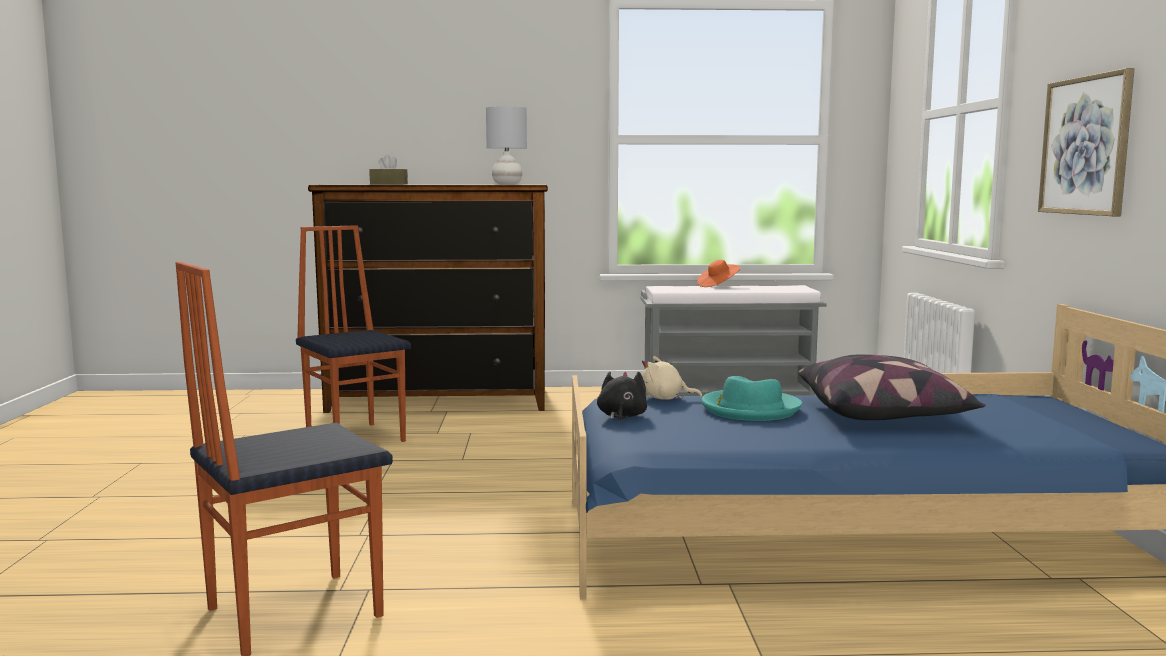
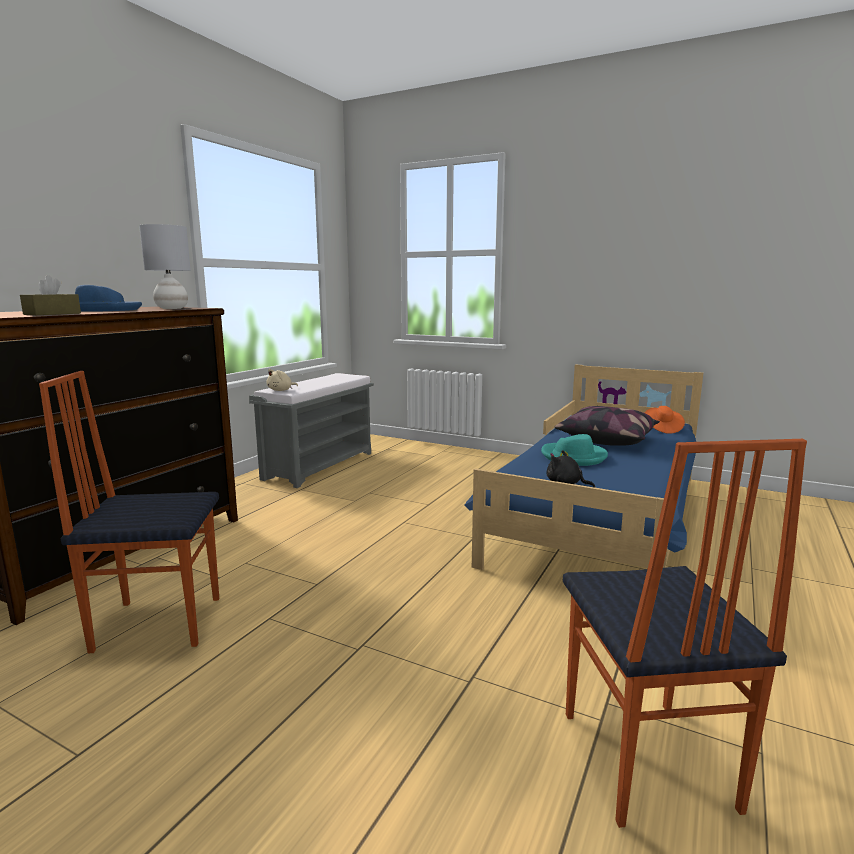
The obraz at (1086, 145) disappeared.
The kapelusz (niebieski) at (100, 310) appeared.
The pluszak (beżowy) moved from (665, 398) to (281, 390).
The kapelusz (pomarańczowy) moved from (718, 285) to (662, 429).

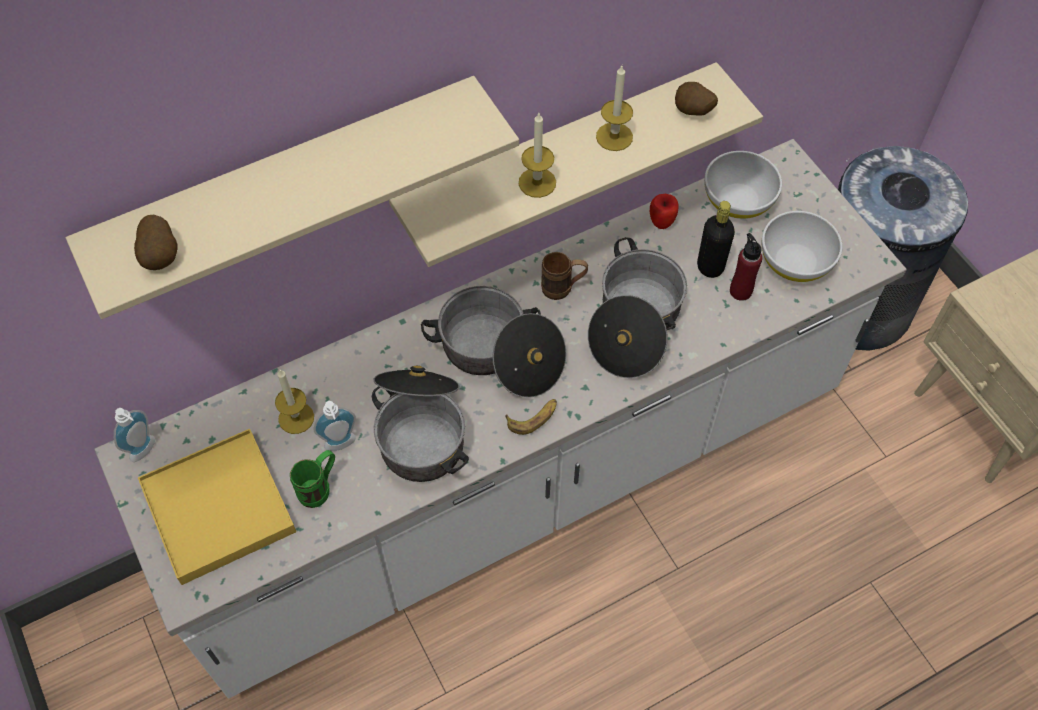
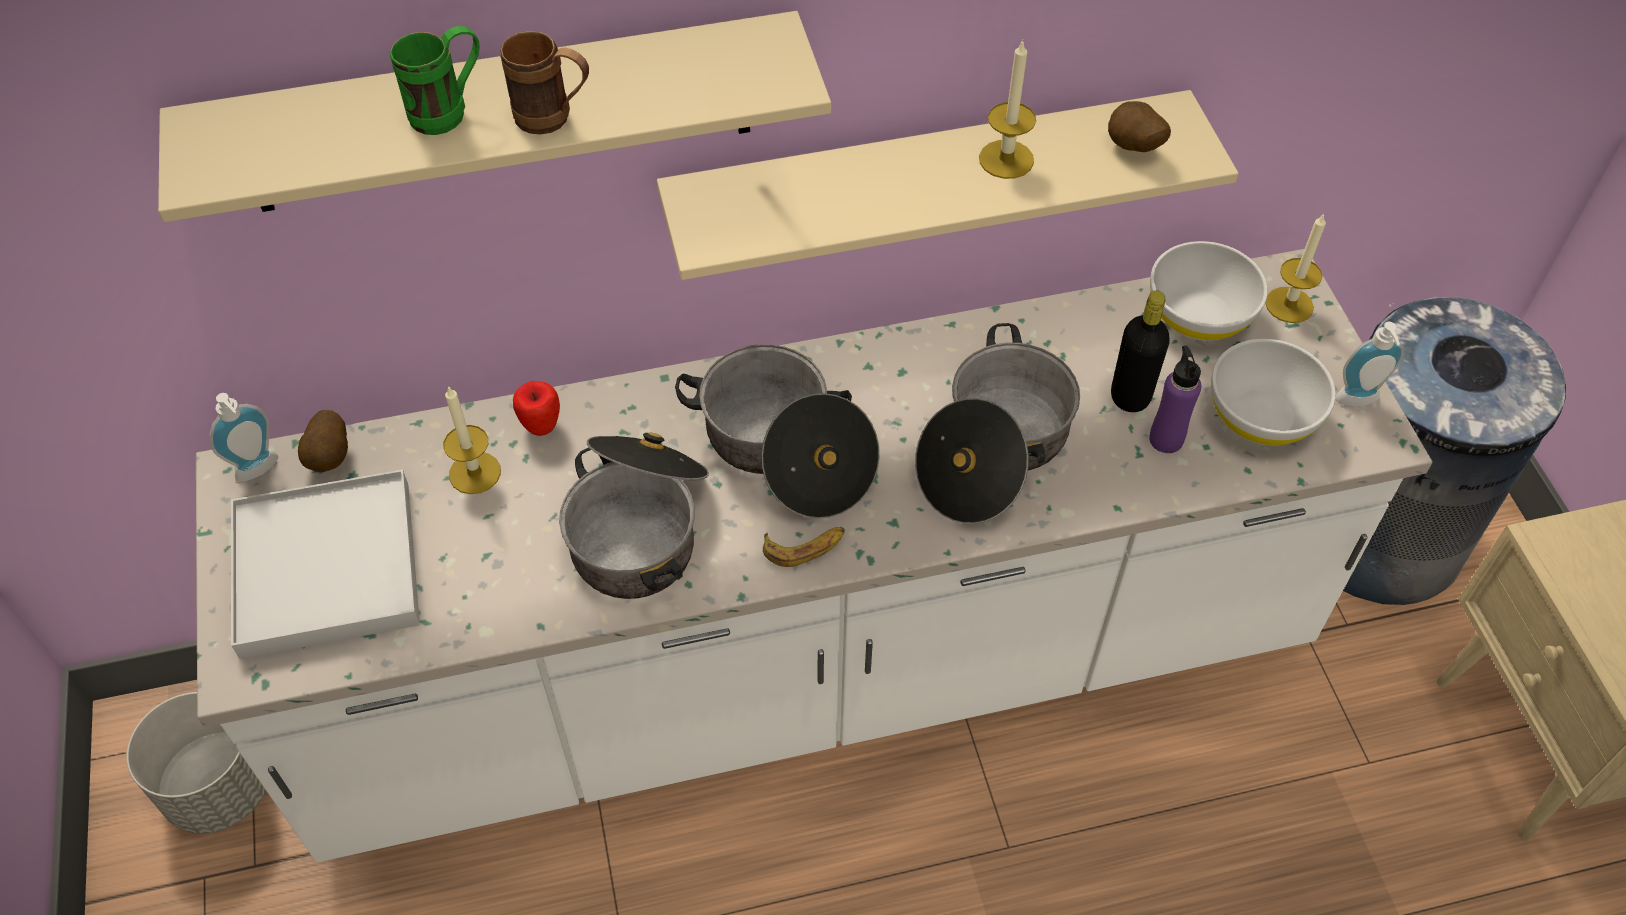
The donica (szary) at (219, 787) appeared.
The ziemniak moved from (161, 256) to (331, 457).
The kubek (zielony) moved from (320, 488) to (450, 112).
The dozownik mydła moved from (341, 445) to (1358, 402).
The świeca moved from (537, 182) to (1289, 305).
The kubek (brązowy) moved from (563, 289) to (554, 120).
The jabłko moved from (661, 223) to (541, 426).
The taca (żółty) at (219, 508) became the taca (biały) at (328, 568).
The butelka (czerwony) at (740, 291) became the butelka (fioletowy) at (1166, 439).

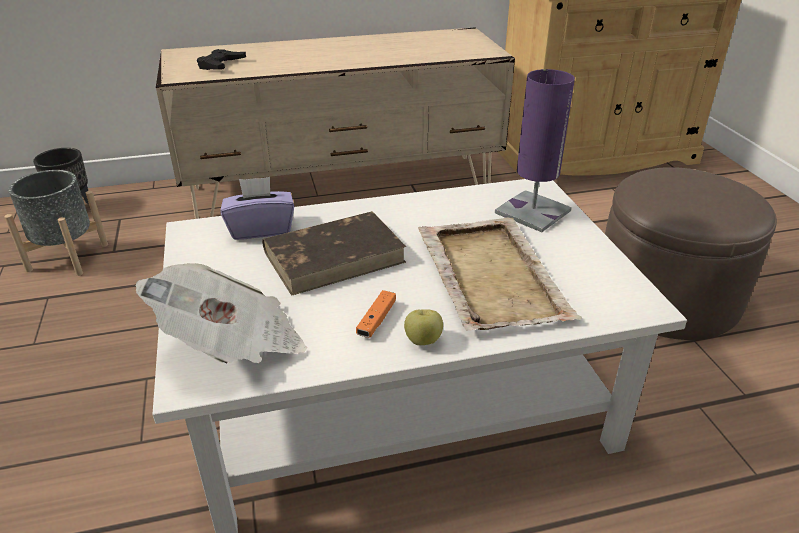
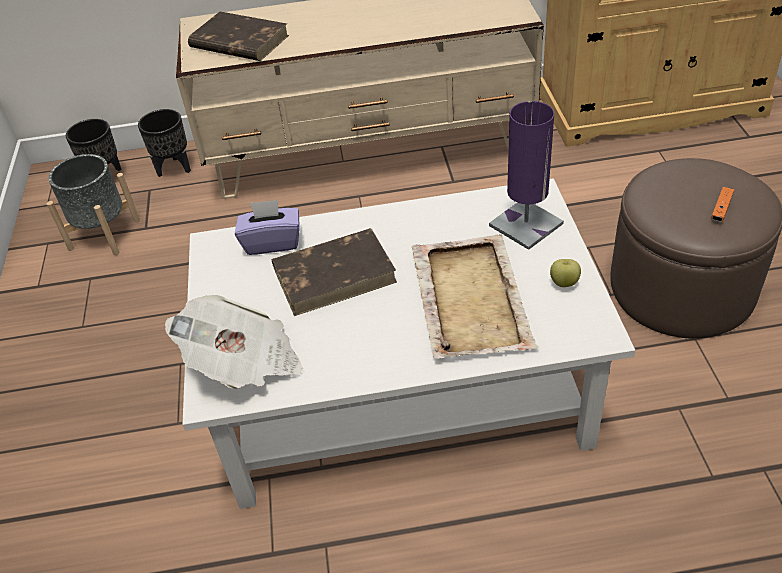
The donica (czarny) at (173, 168) appeared.
The pad do gier (pomarańczowy) moved from (376, 320) to (721, 209).
The jabłko moved from (423, 341) to (564, 283).
The pad do gier (czarny) at (221, 65) was replaced by the książka (brązowy) at (238, 42).

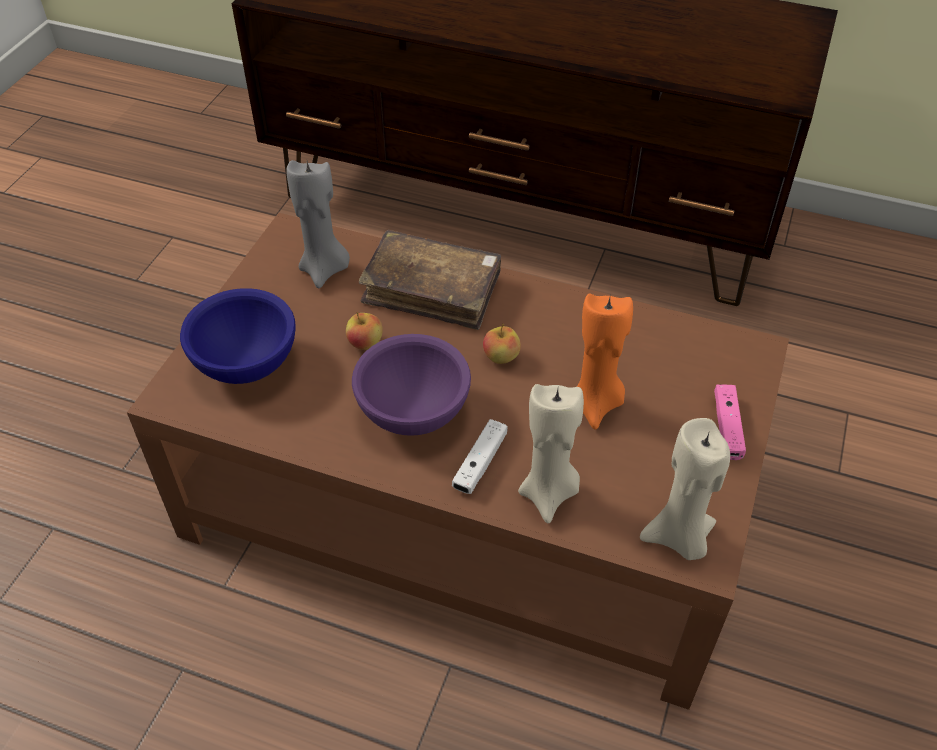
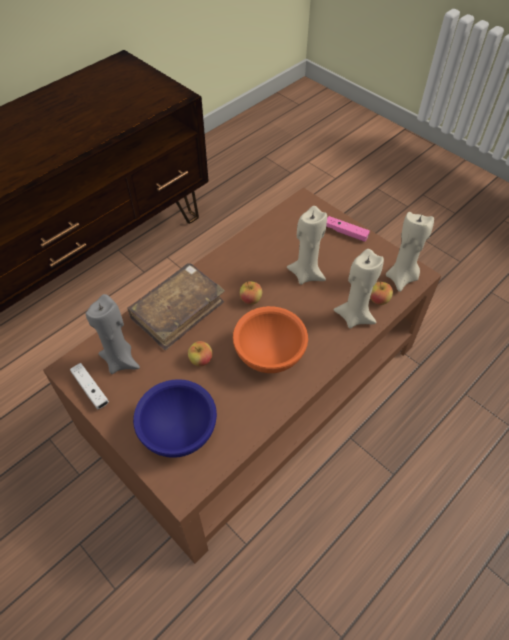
The jabłko at (378, 300) appeared.
The pad do gier (biały) moved from (480, 463) to (91, 389).
The miska (fioletowy) at (414, 414) became the miska (pomarańczowy) at (270, 355).
The świeca (pomarańczowy) at (596, 404) became the świeca (beżowy) at (306, 274).

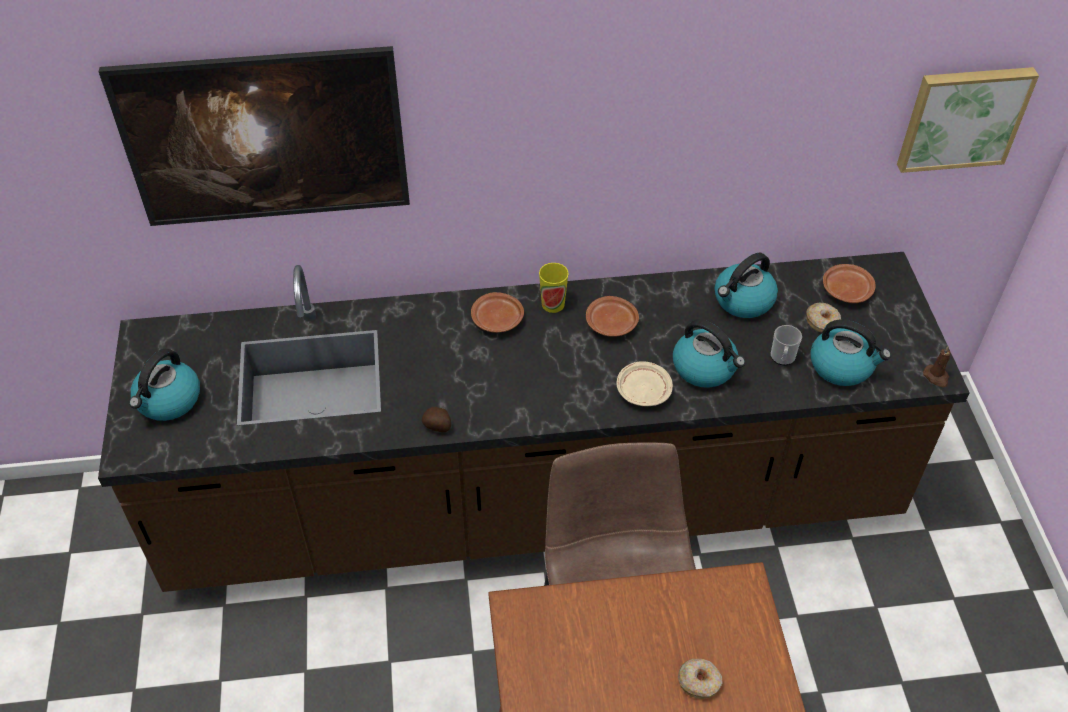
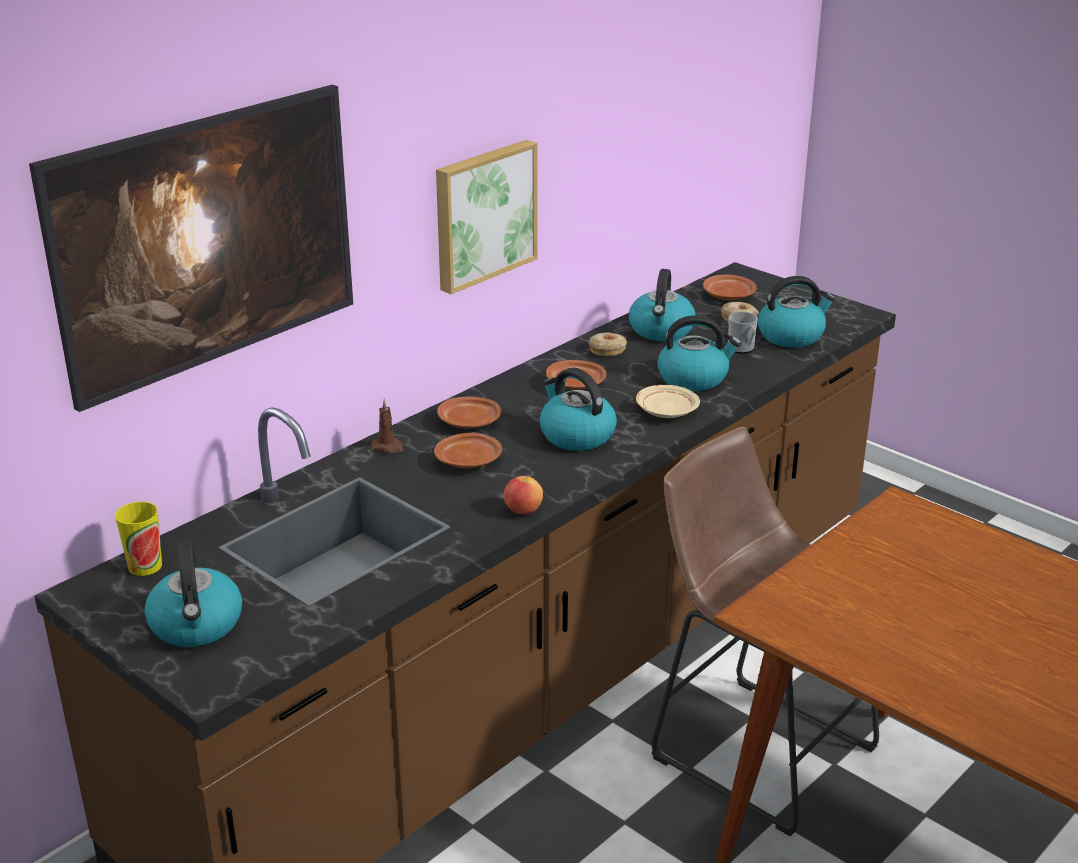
The talerz (brązowy) at (469, 461) appeared.
The czajnik at (576, 435) appeared.
The filiżanka moved from (553, 304) to (145, 566).
The donut moved from (699, 682) to (607, 350).
The obraz moved from (962, 117) to (483, 214).
The świeca (brązowy) moved from (936, 377) to (388, 447).
The ziemniak at (438, 426) was replaced by the jabłko at (523, 511).

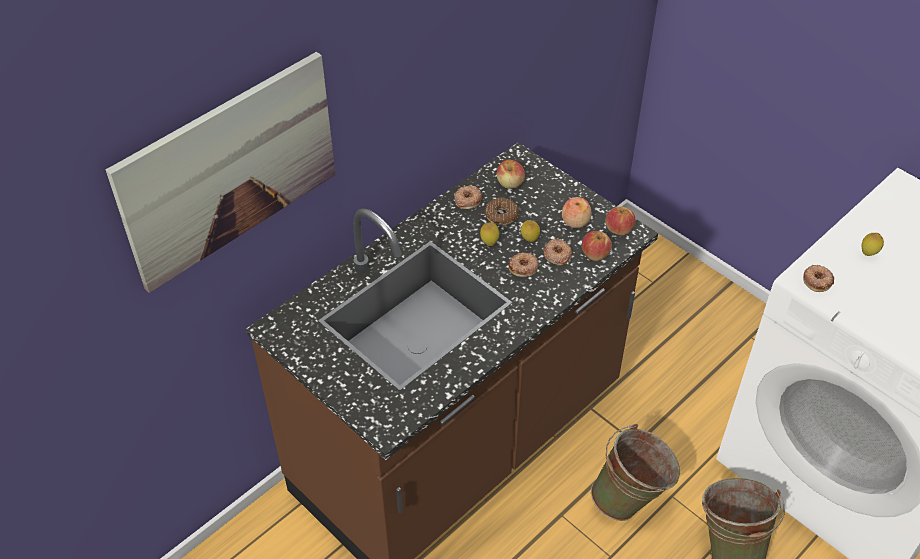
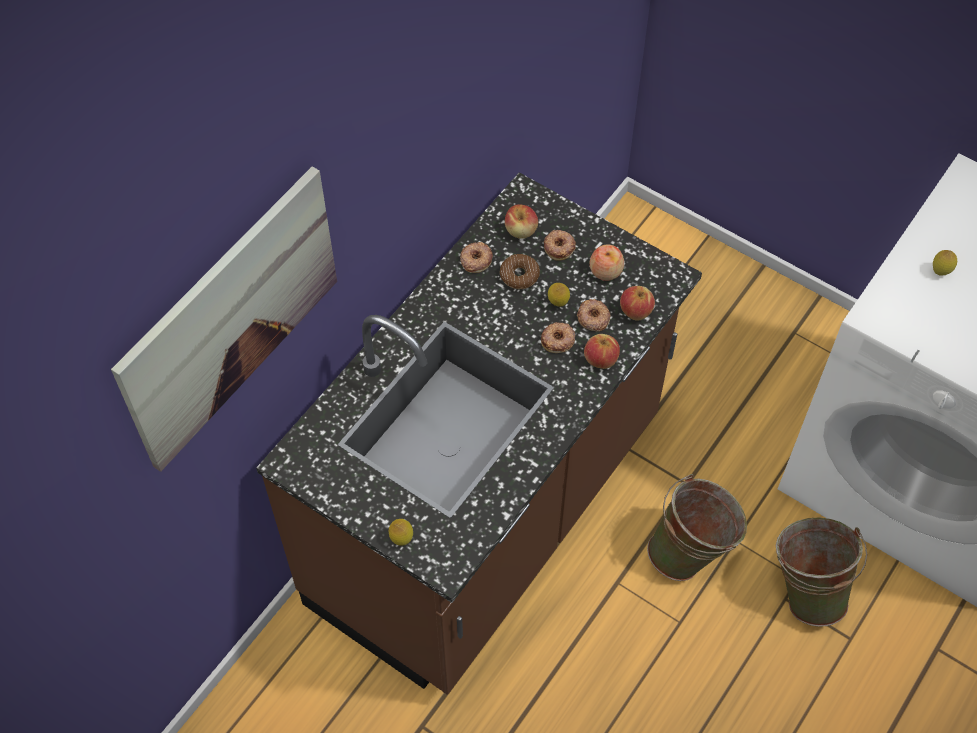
The cytryna moved from (489, 243) to (401, 539).
The jabłko moved from (618, 229) to (600, 359).
The donut moved from (817, 280) to (559, 247).

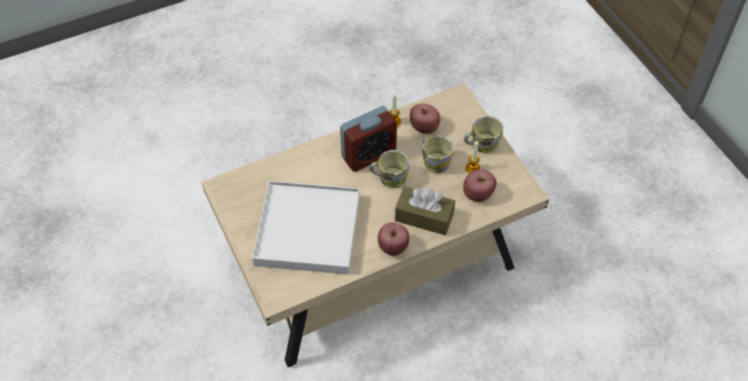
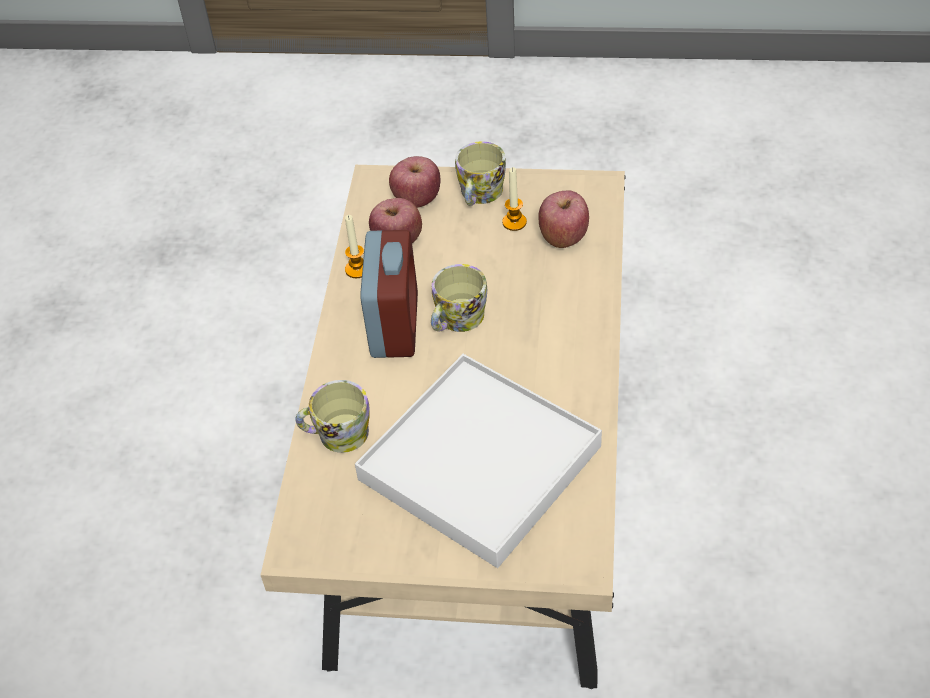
The pudełko chusteczek (brązowy) at (424, 217) disappeared.
The jabłko moved from (393, 247) to (417, 199).
The kubek moved from (434, 160) to (336, 434).

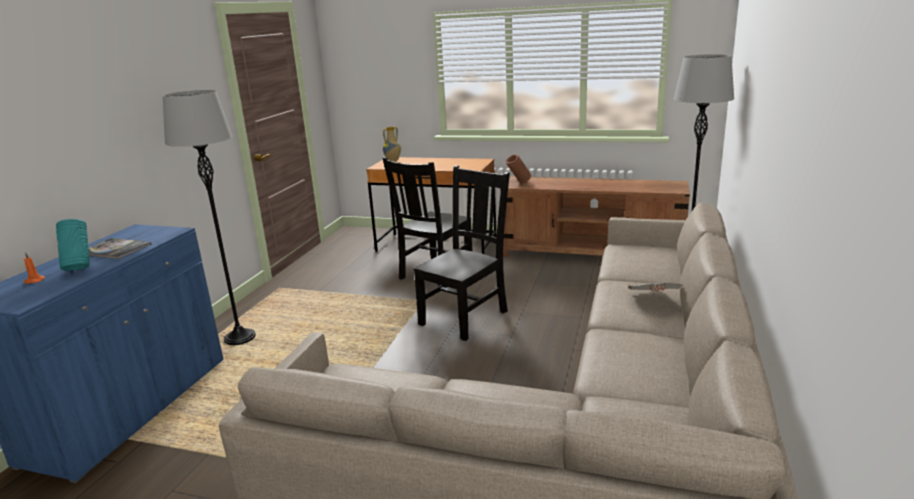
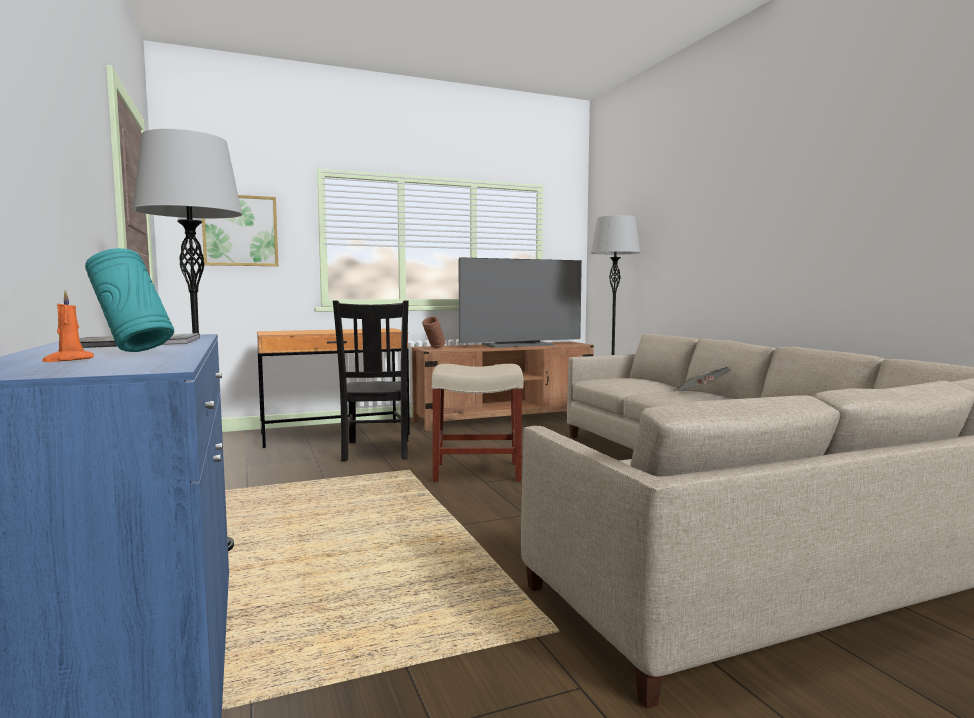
The wazon at (393, 160) disappeared.
The obraz at (240, 231) appeared.
The telewizor at (519, 345) appeared.
The krzesło (czarny) at (465, 316) was replaced by the stołek (beżowy) at (478, 471).

